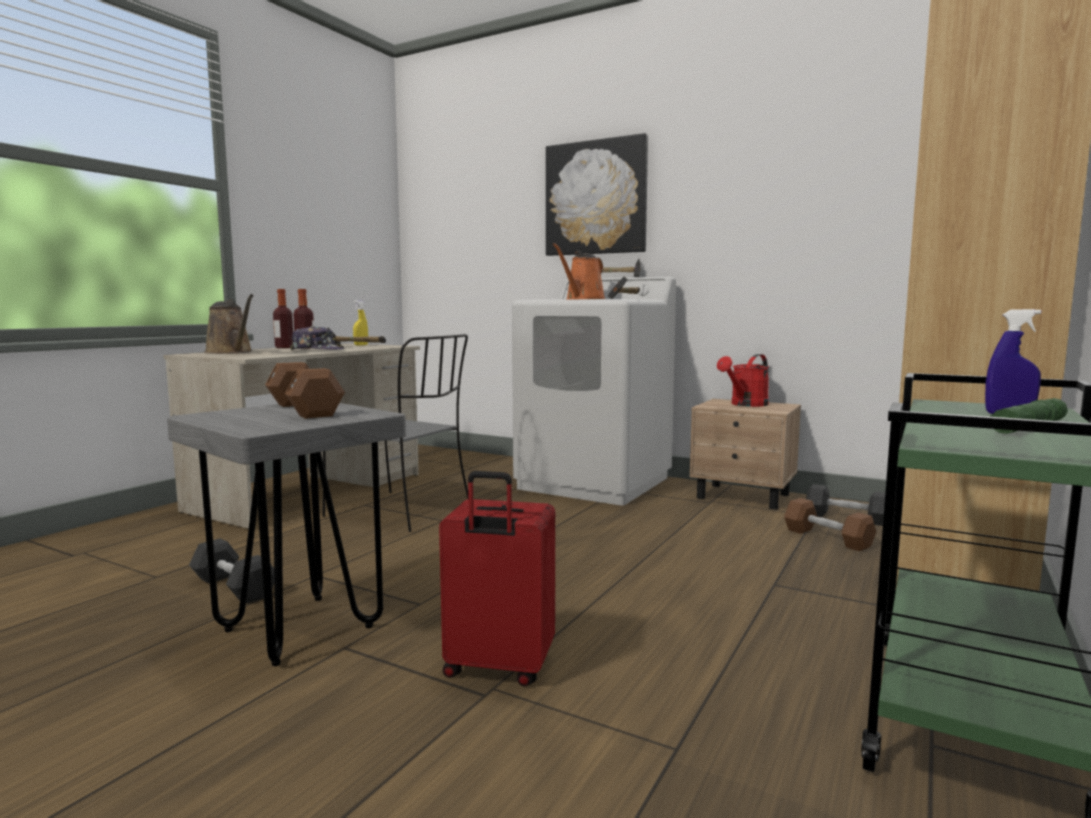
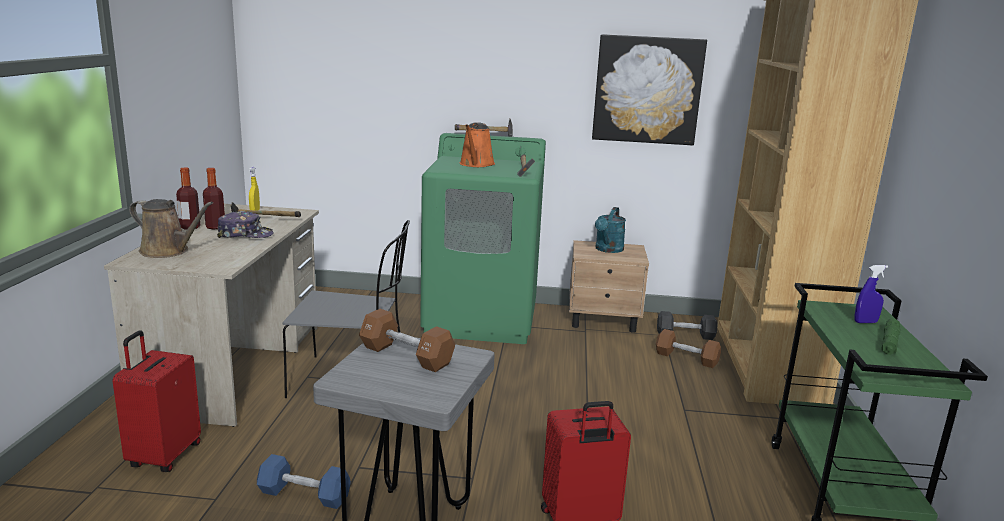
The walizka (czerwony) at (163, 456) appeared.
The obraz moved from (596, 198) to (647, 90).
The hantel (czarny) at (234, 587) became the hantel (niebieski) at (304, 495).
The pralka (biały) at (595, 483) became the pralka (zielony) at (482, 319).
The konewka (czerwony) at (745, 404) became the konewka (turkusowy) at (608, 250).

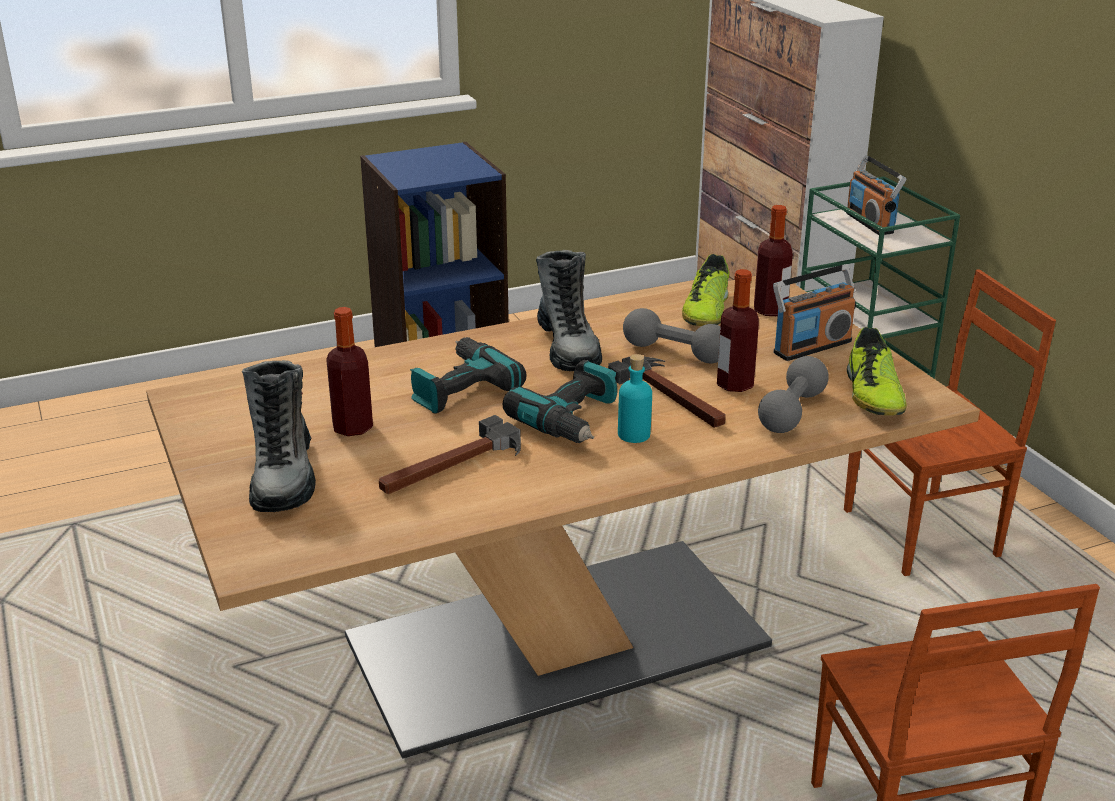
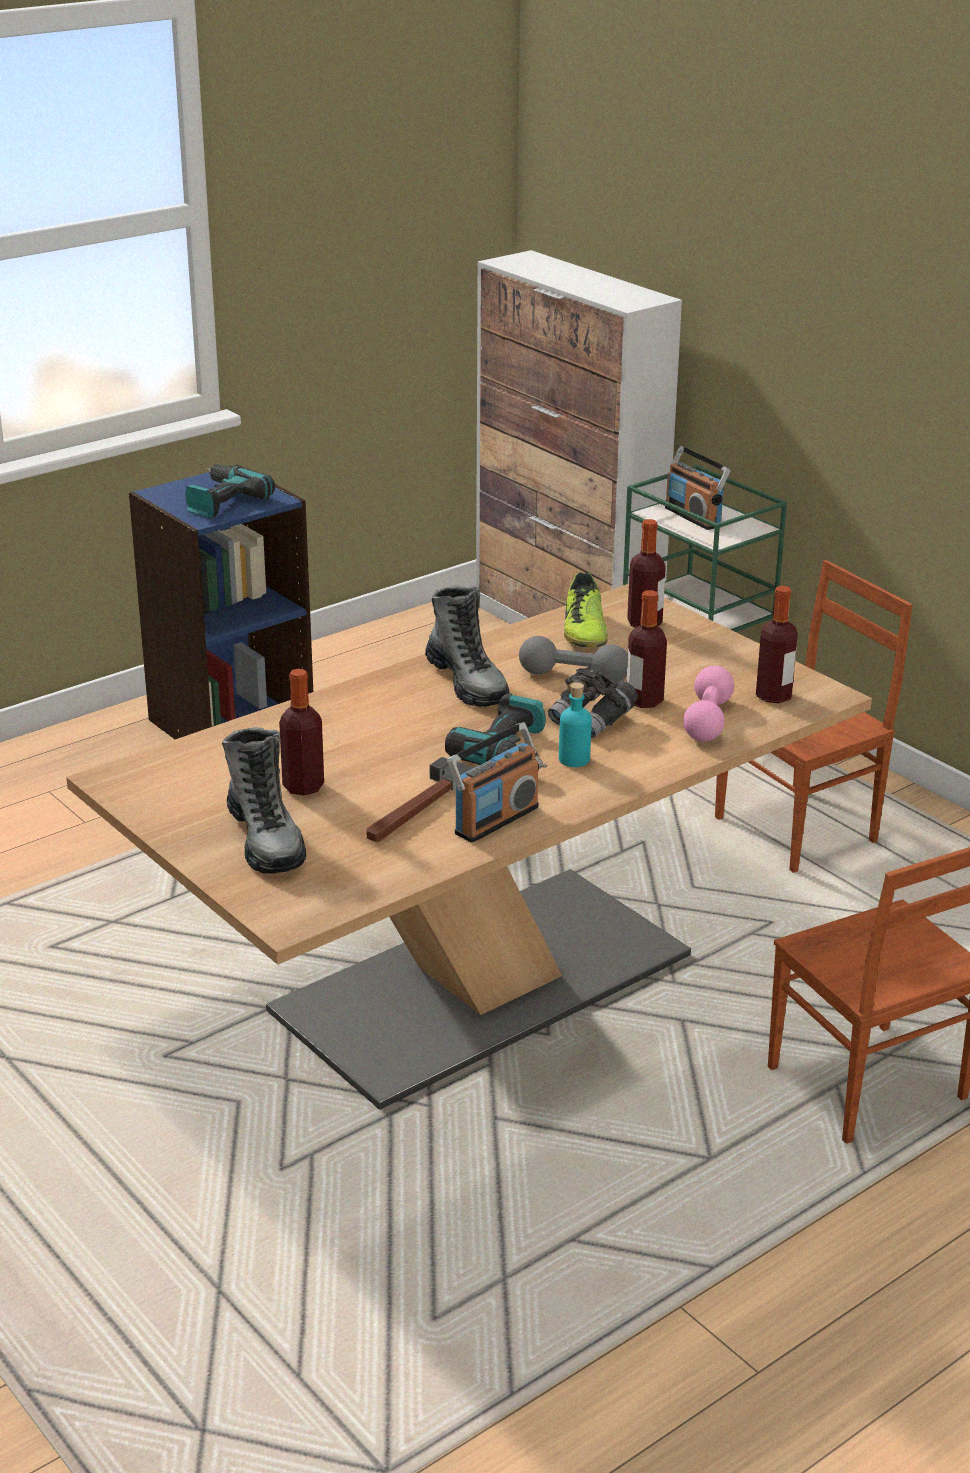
The wiertarka moved from (459, 387) to (221, 501).
The radio moved from (811, 347) to (495, 820).
The młotek at (672, 397) was replaced by the lornetka (szary) at (592, 720).
The but at (873, 395) was replaced by the butelka at (773, 696).
The hantel (szary) at (792, 412) became the hantel (różowy) at (707, 720).

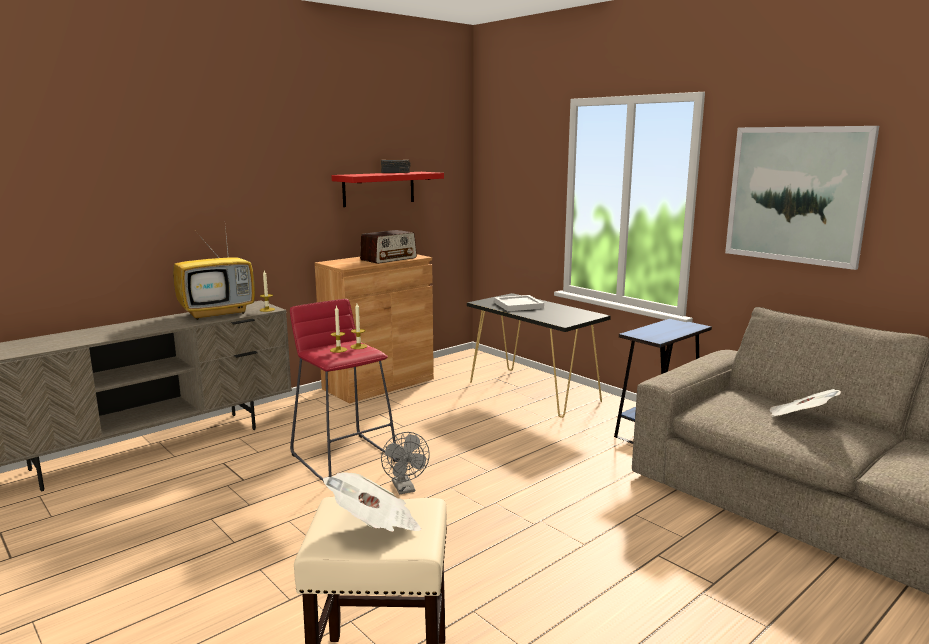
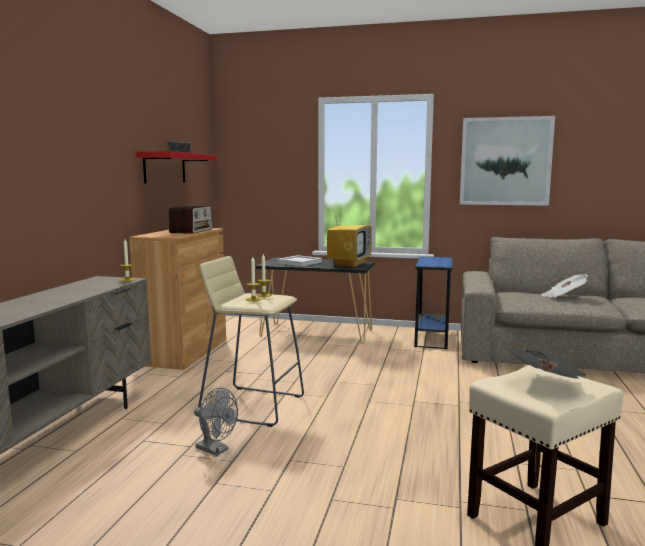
The telewizor moved from (218, 313) to (349, 265).
The wentylator (szary) moved from (405, 489) to (216, 450).
The stołek (czerwony) at (344, 457) became the stołek (beżowy) at (252, 405).

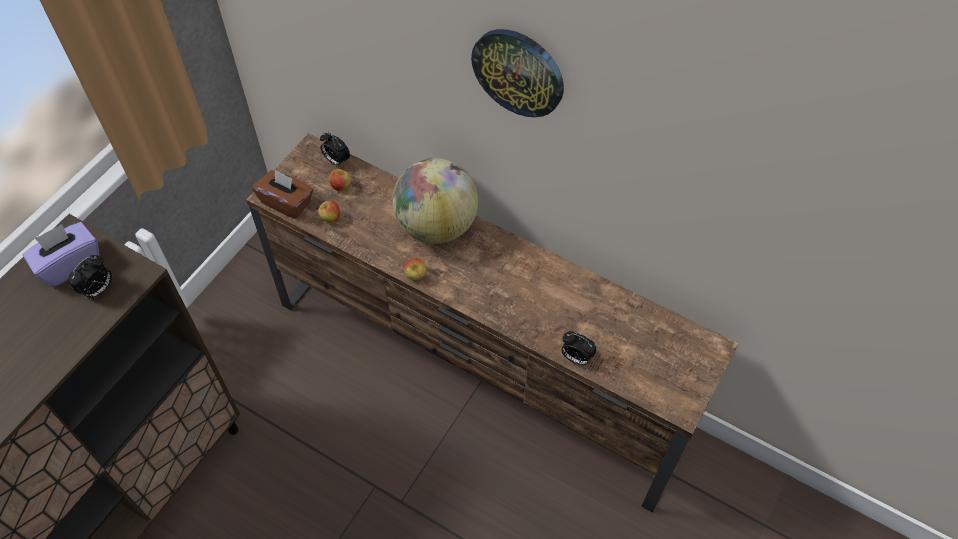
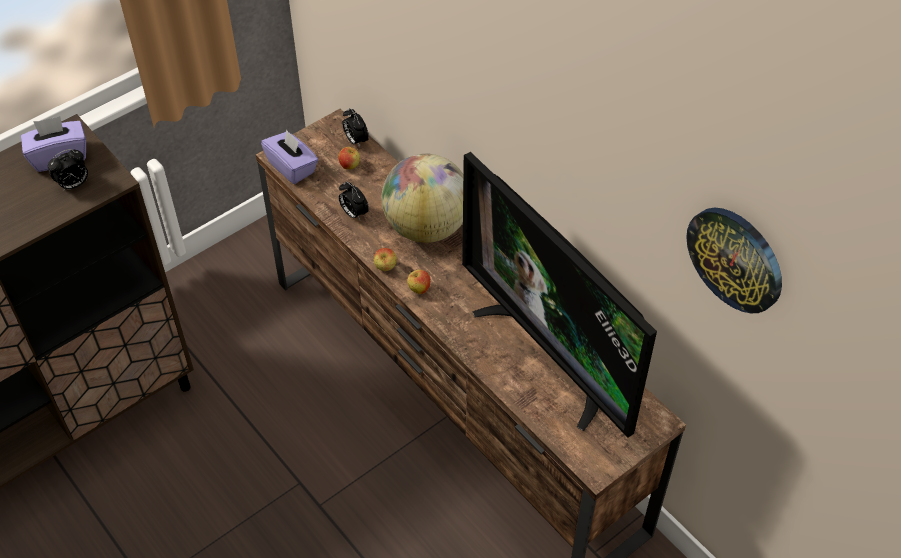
The telewizor at (551, 354) appeared.
The jabłko moved from (330, 218) to (419, 289).
The zegar ścienny moved from (518, 72) to (735, 258).
The budzik moved from (576, 358) to (354, 213).
The pudełko chusteczek (brązowy) at (287, 202) became the pudełko chusteczek (fioletowy) at (292, 167).

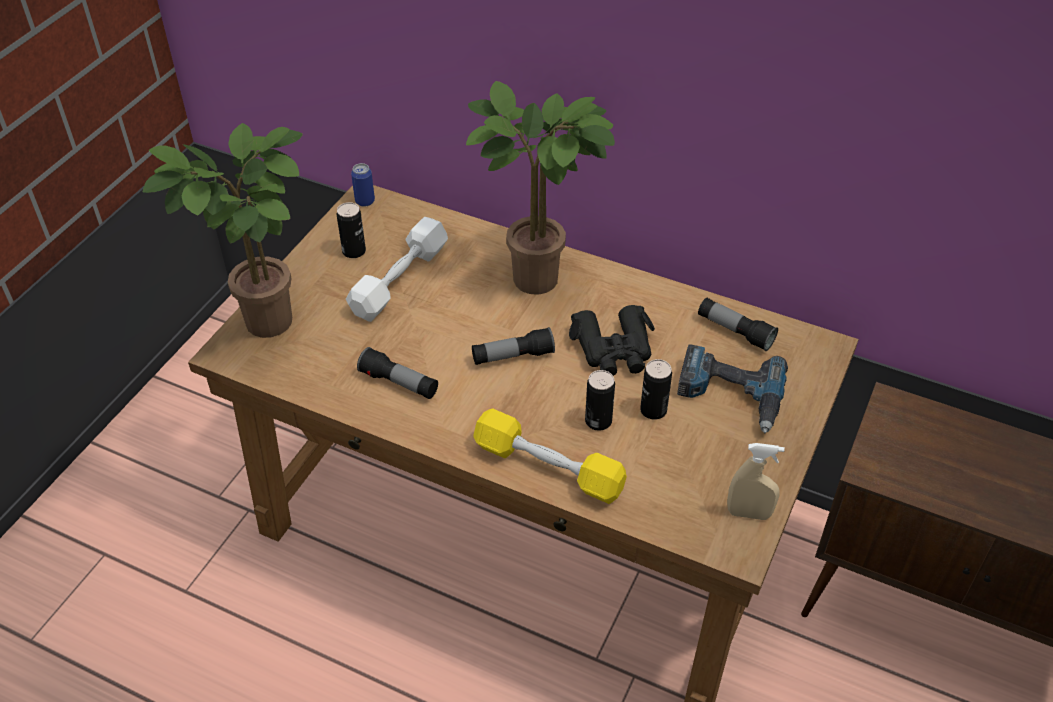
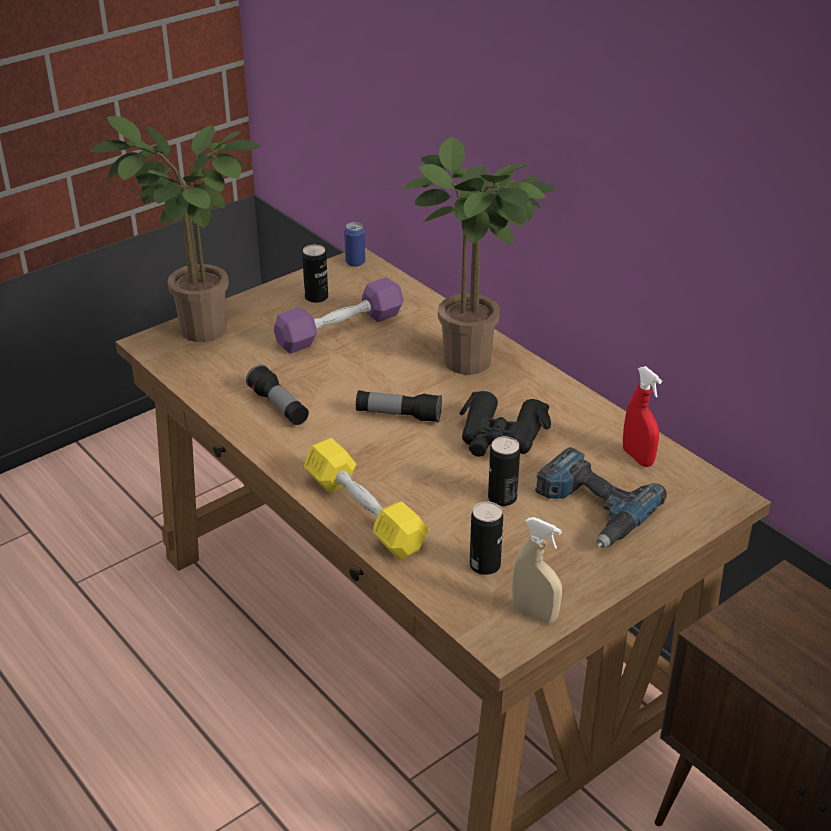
The puszka moved from (598, 421) to (485, 565).
The latarka at (735, 331) was replaced by the spryskiwacz (czerwony) at (637, 457).
The hantel (biały) at (399, 280) became the hantel (fioletowy) at (340, 329).

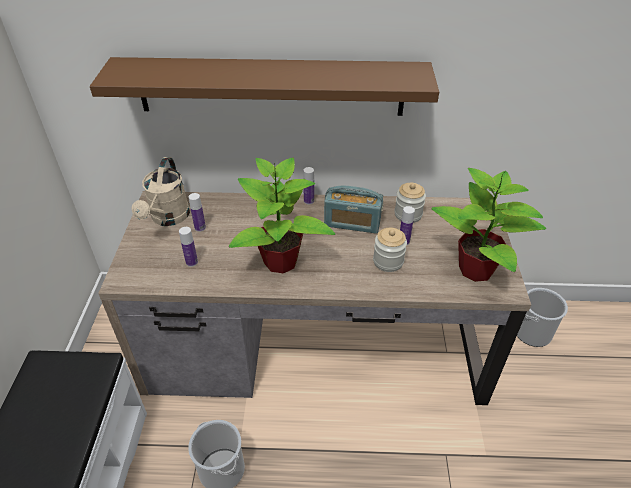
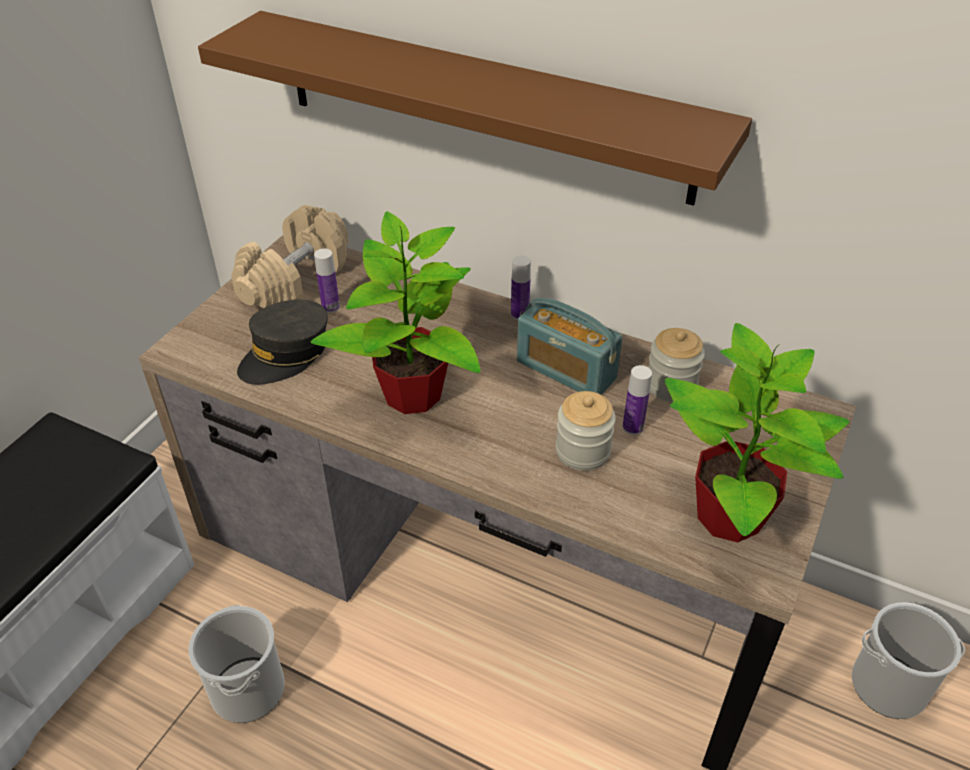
The konewka (beżowy) at (168, 218) was replaced by the hantel (beżowy) at (295, 280).
The butelka at (191, 262) was replaced by the czapka z daszkiem (szary) at (286, 354).

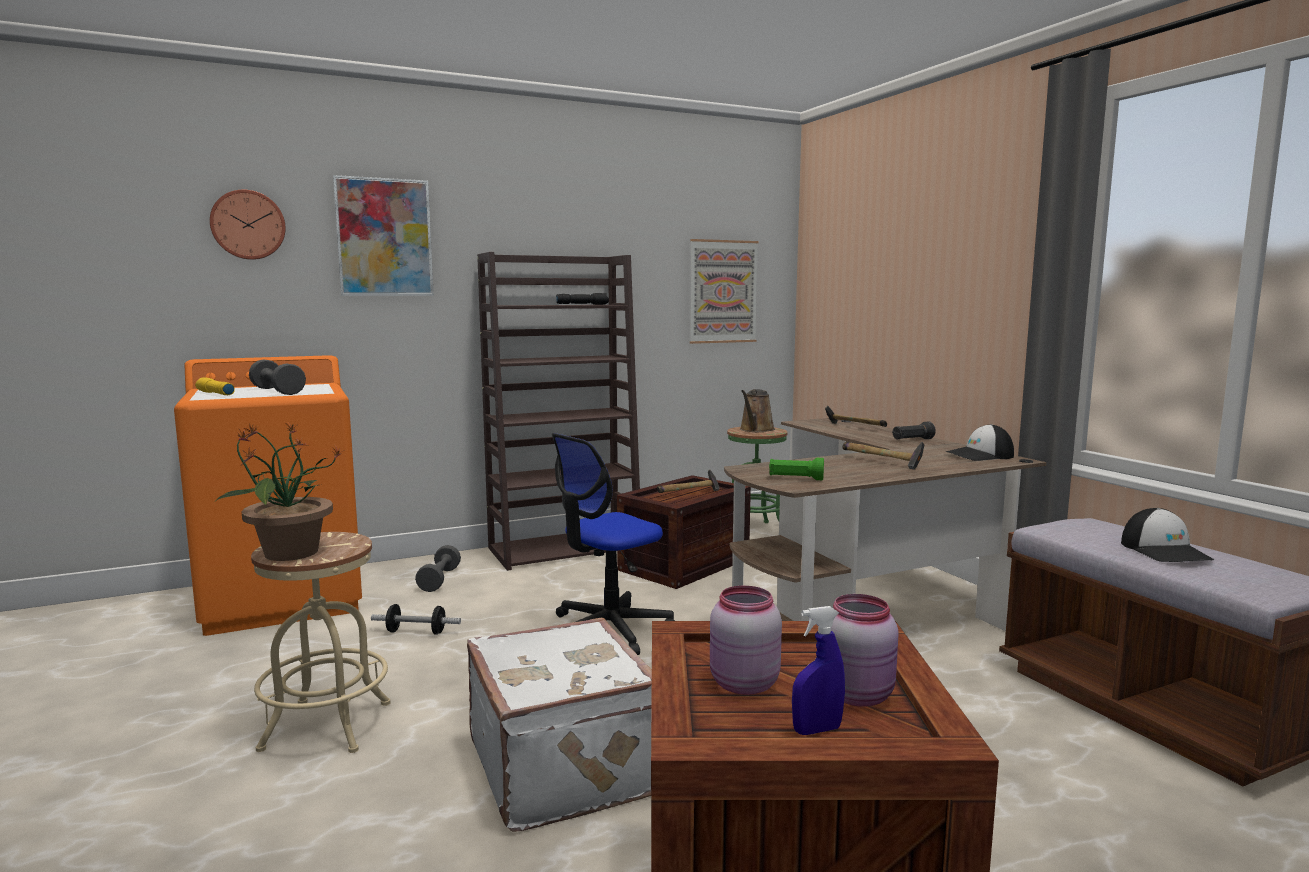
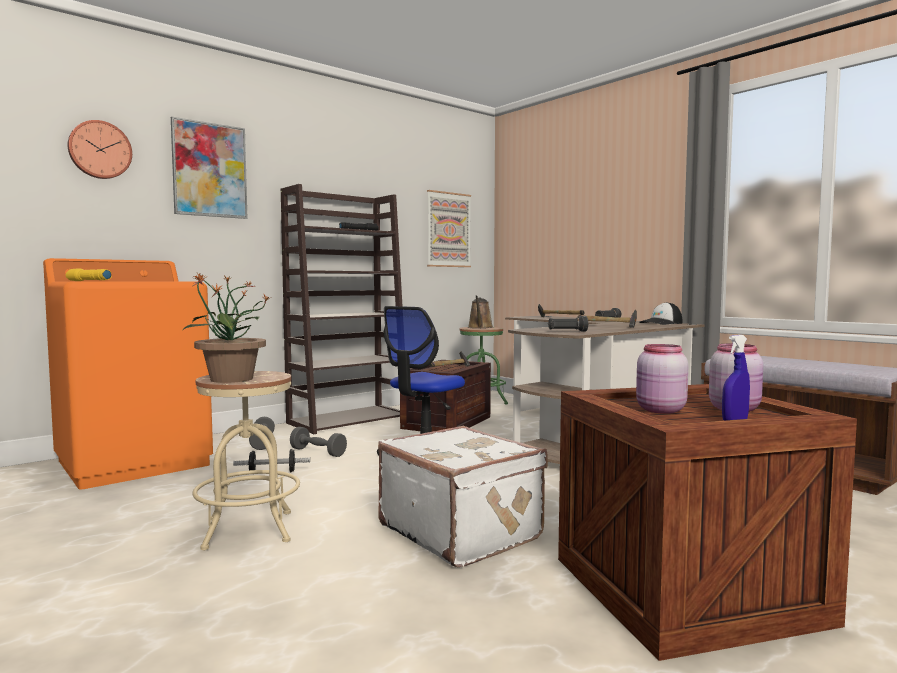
The czapka z daszkiem at (1165, 551) disappeared.
The hantel (szary) moved from (277, 391) to (318, 452).
The latarka (zielony) at (795, 479) became the latarka (czarny) at (567, 331).

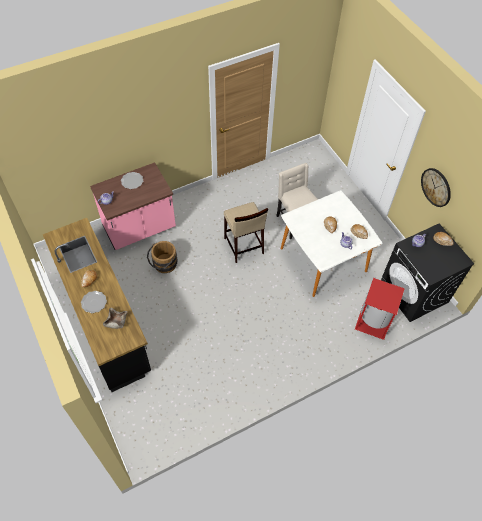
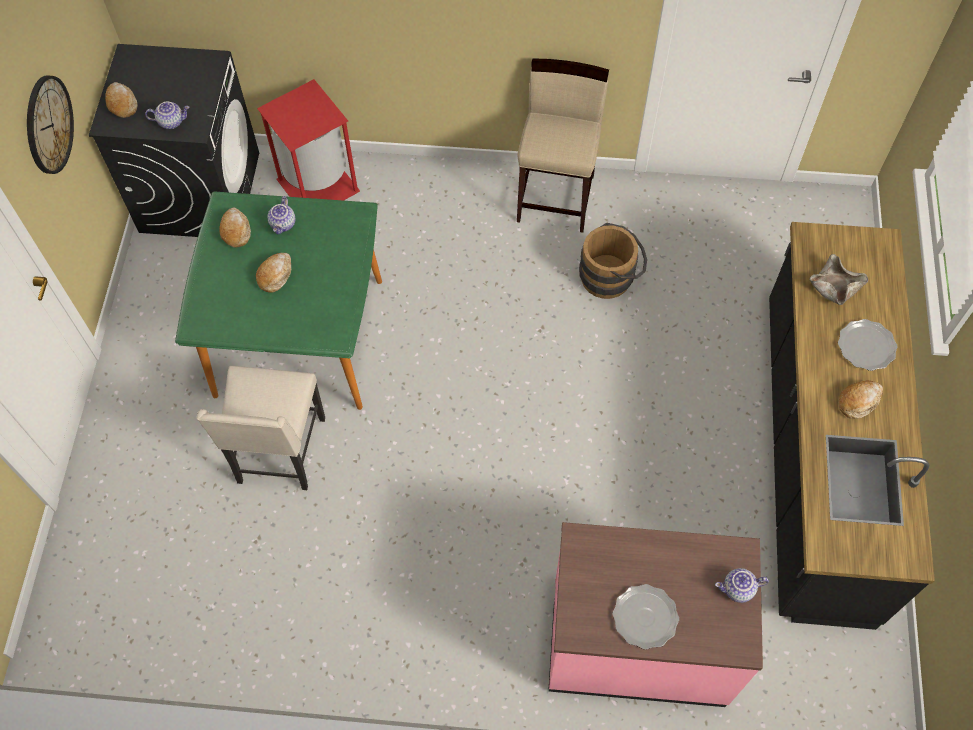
The wiadro (brązowy) moved from (163, 265) to (611, 276).
The stołek (beżowy) moved from (243, 246) to (556, 198).
The stół jadalny (biały) at (323, 260) became the stół jadalny (zielony) at (300, 336).

